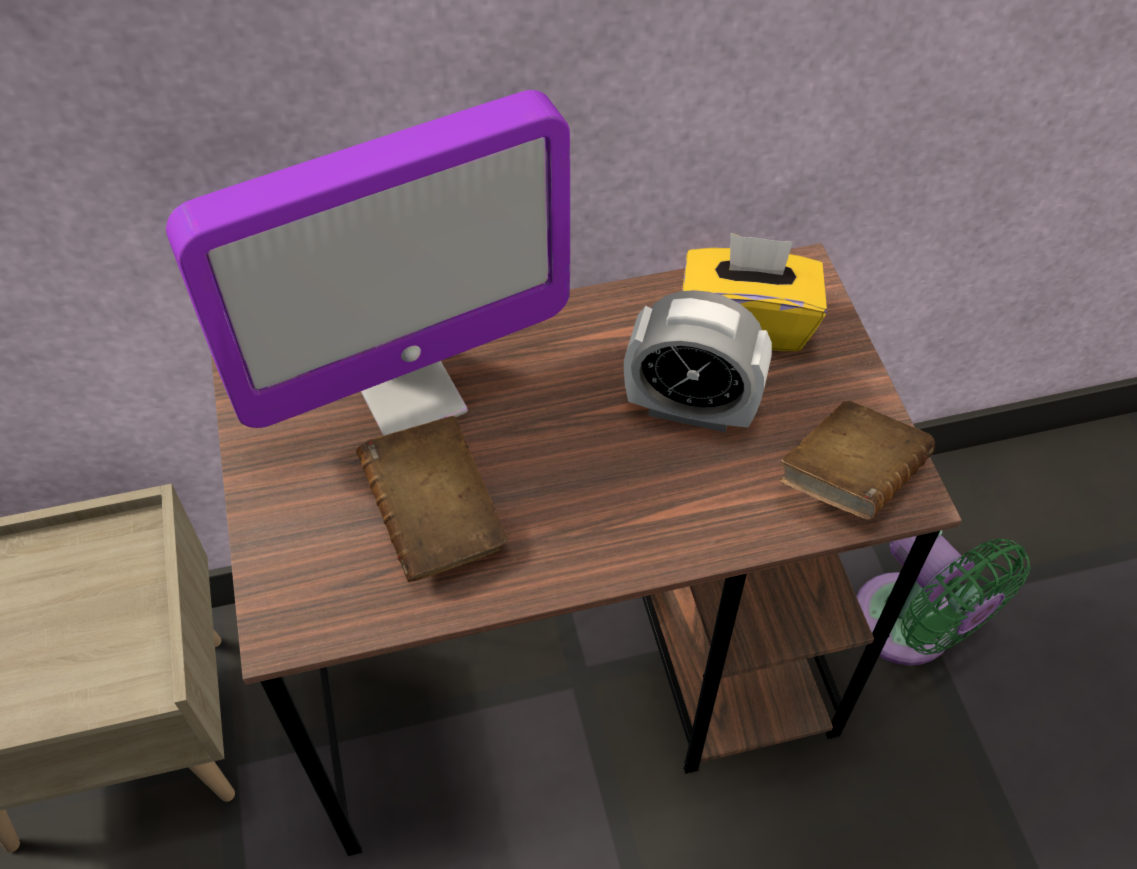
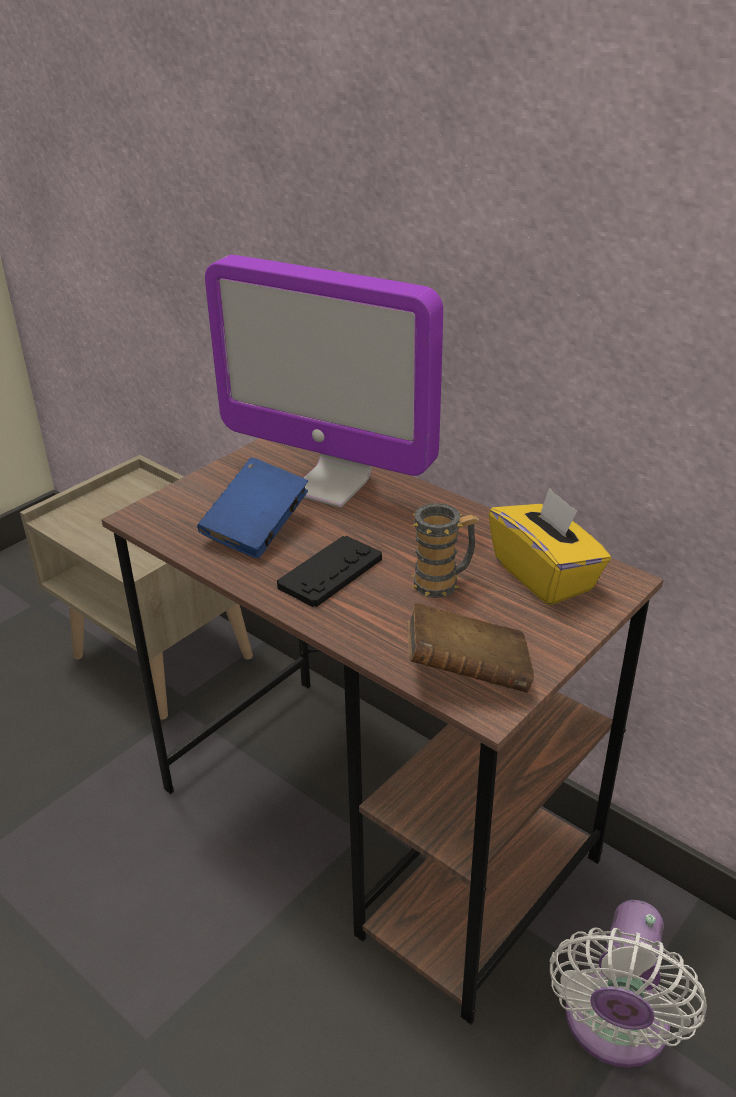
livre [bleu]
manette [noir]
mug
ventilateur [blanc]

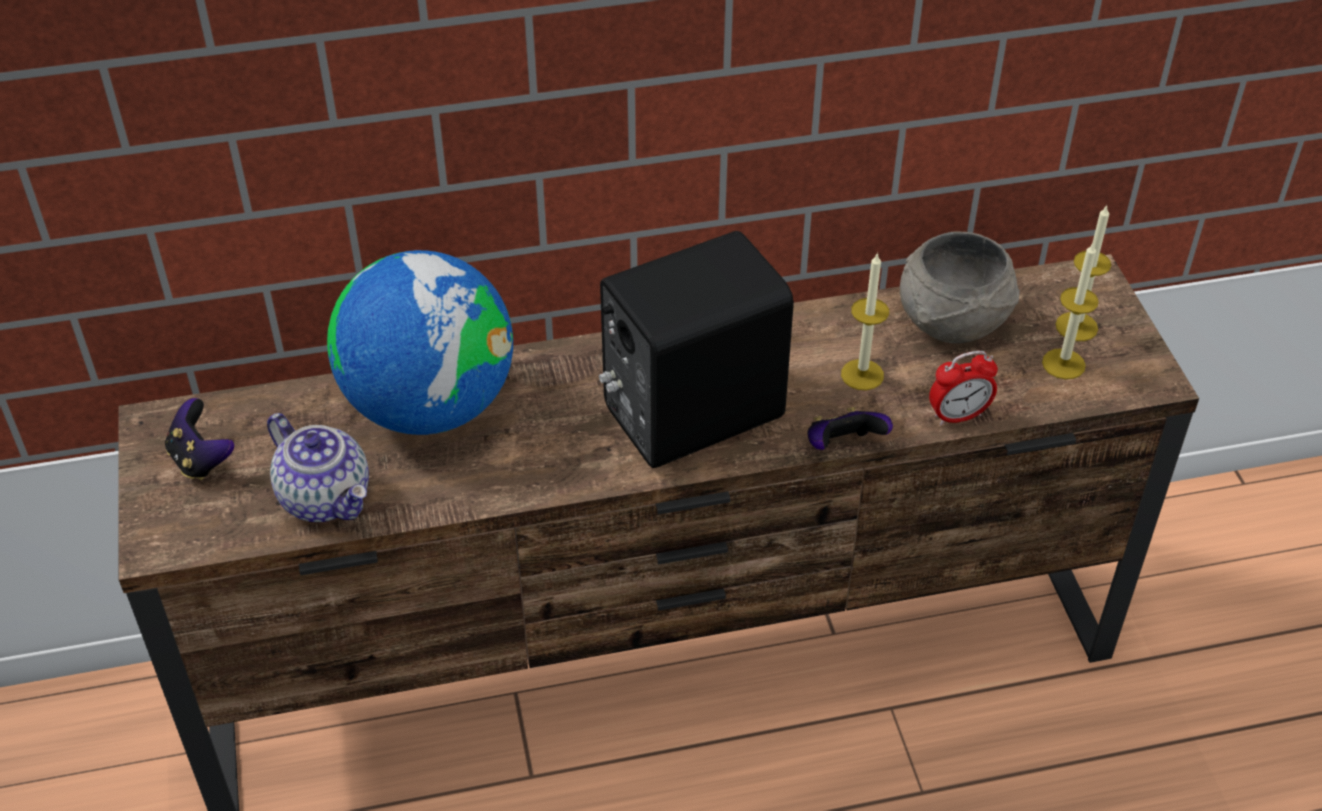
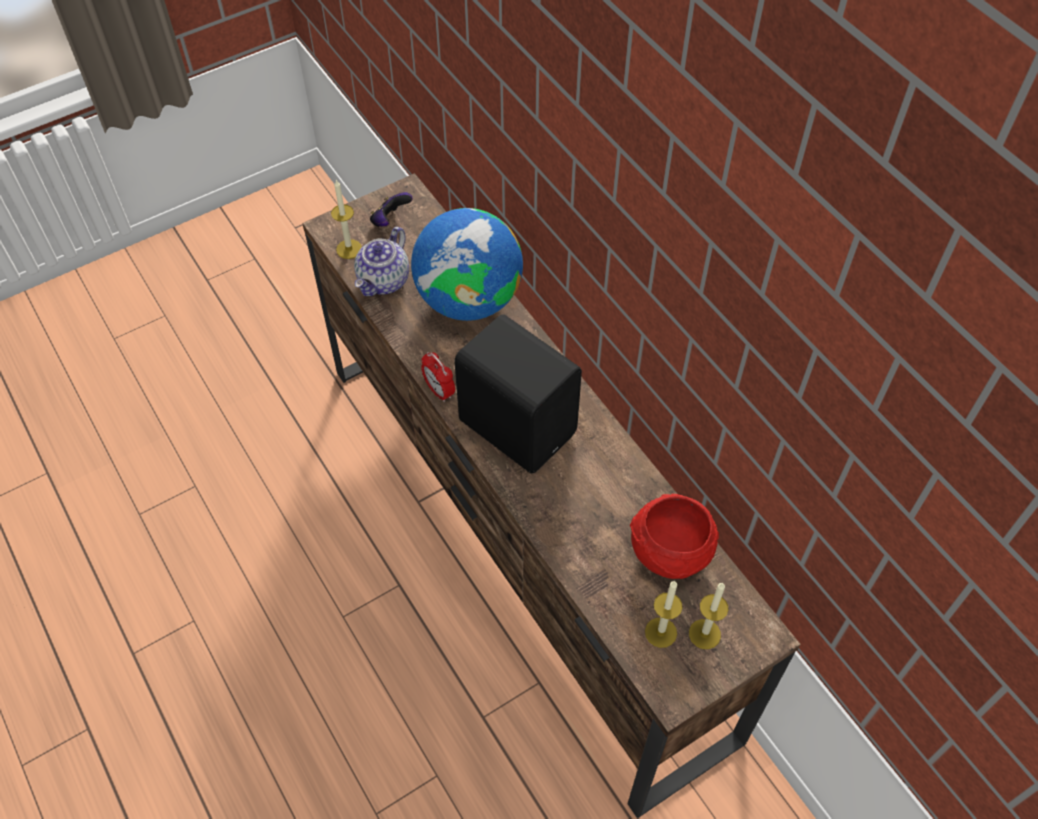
bougie (1st from left)
réveil
bol [rouge]
manette (2nd from left in the first image)

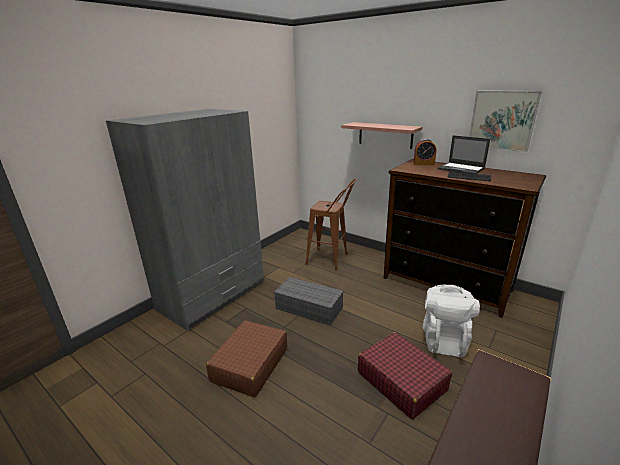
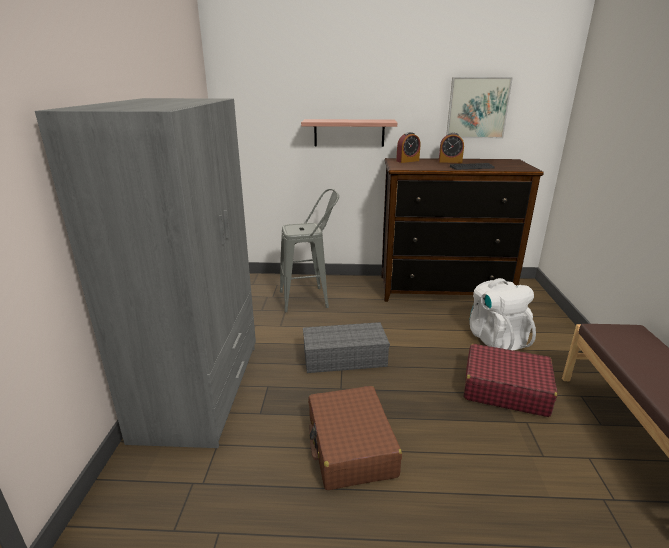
tabouret [gris]
réveil (2nd from left)

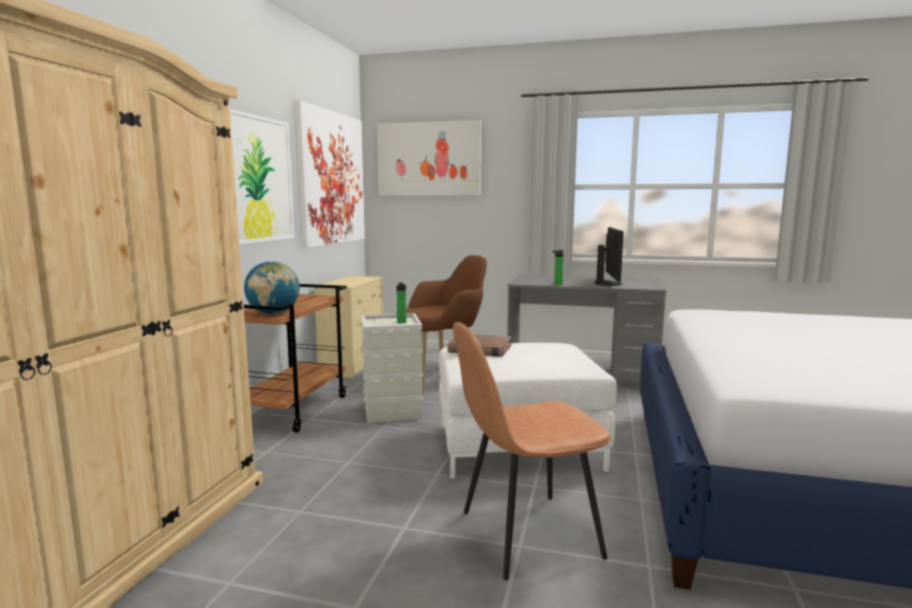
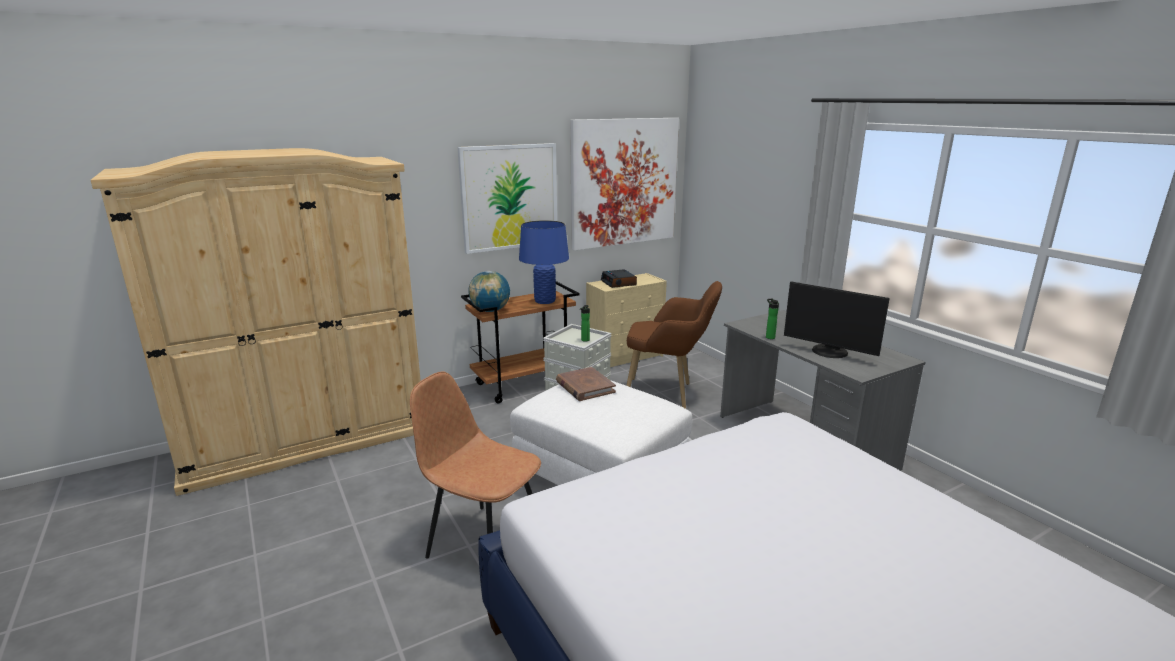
lampe de table [bleu]
réveil
écran d'ordinateur
tableau (3rd from left in the first image)

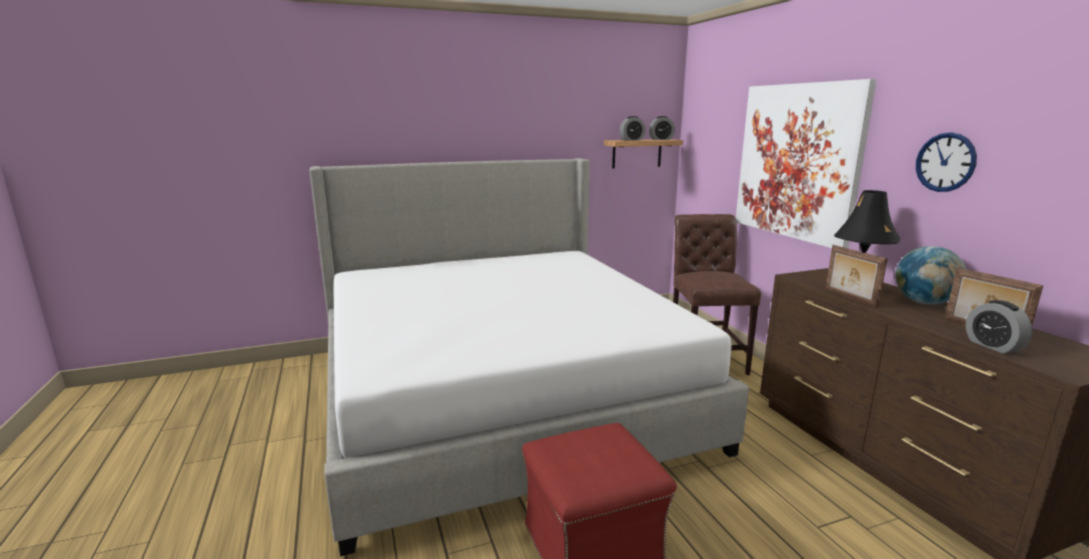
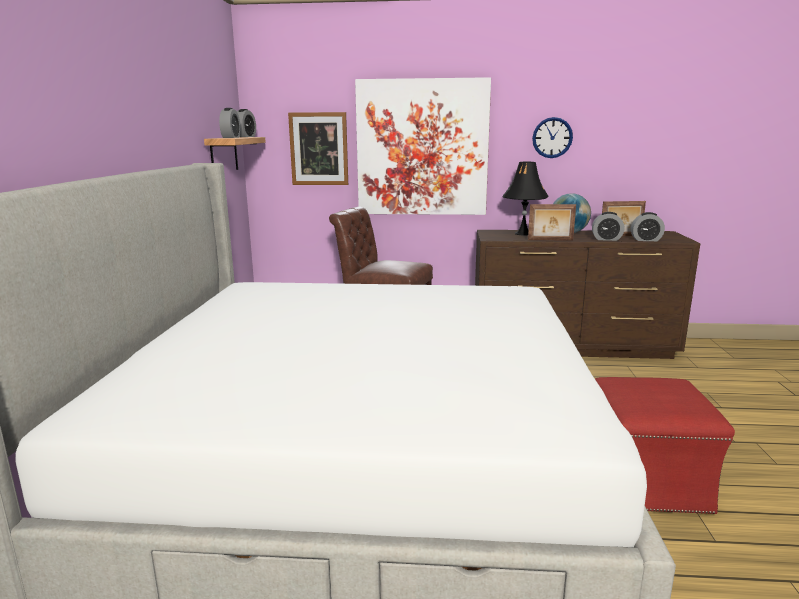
tableau (1st from left)
réveil (3rd from left)

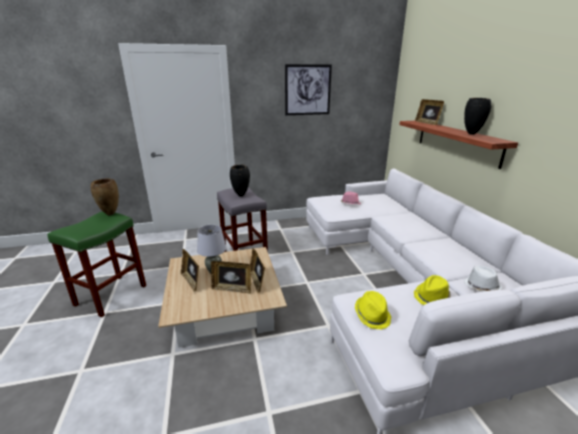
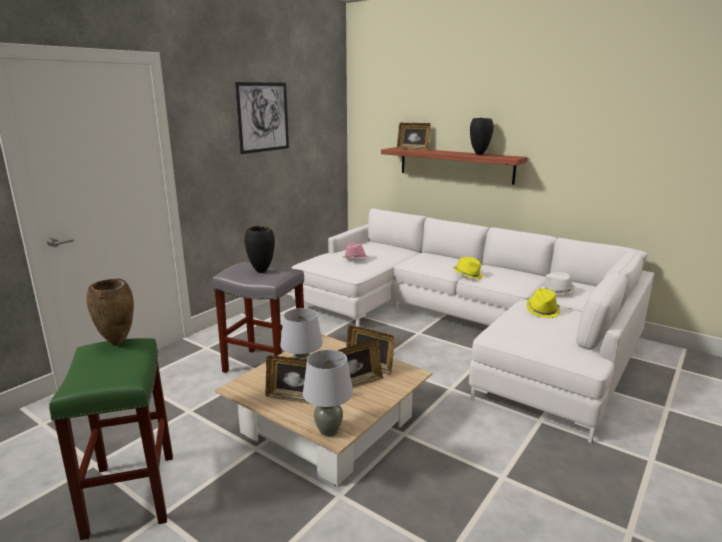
lampe de table [gris] (2nd from left)
chapeau [jaune] (1st from left)

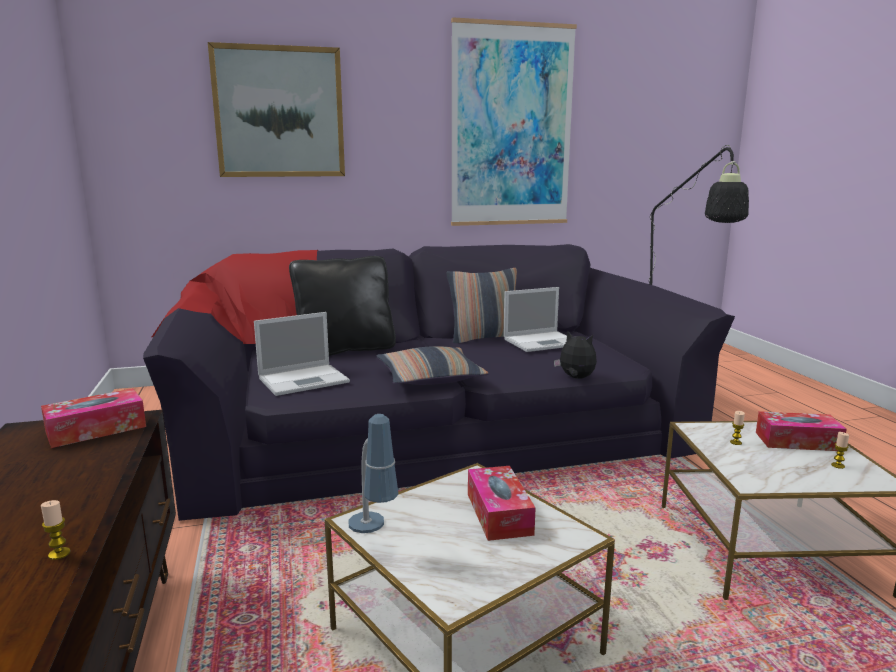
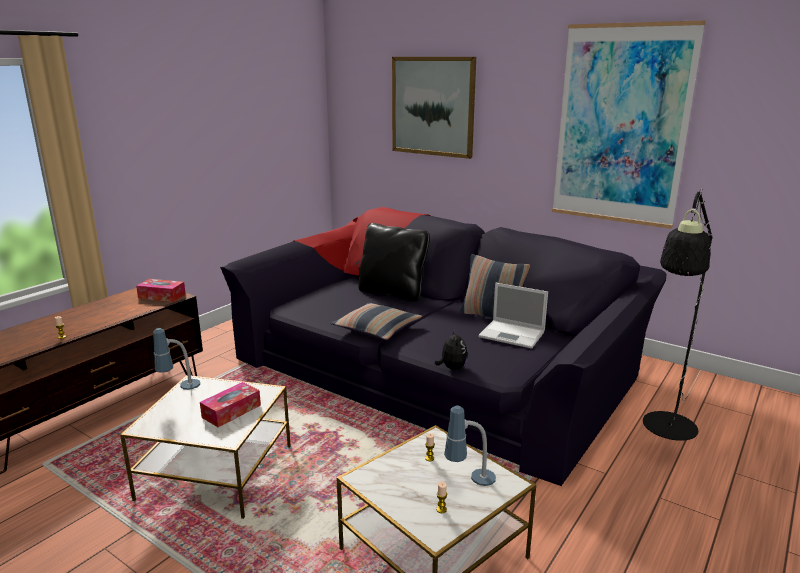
lampe de table (2nd from left)
ordinateur portable (1st from left in the first image)

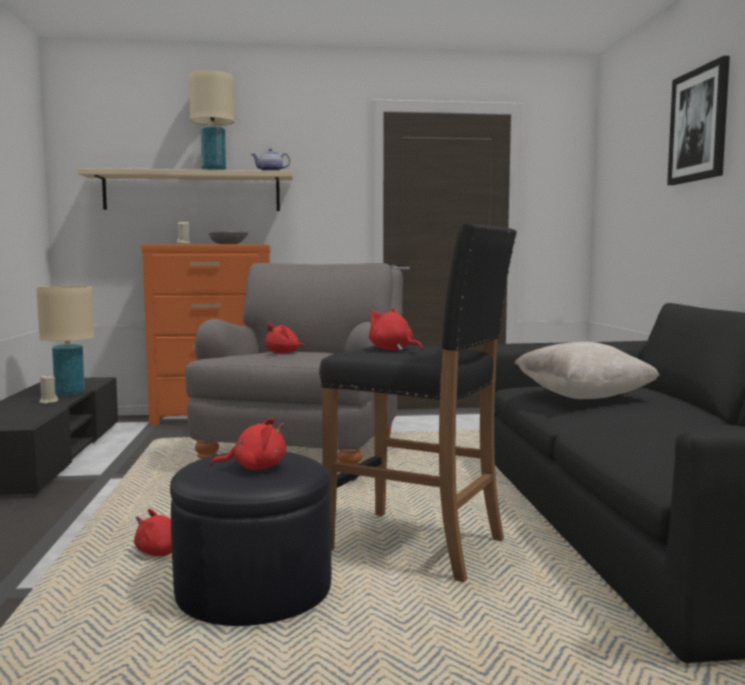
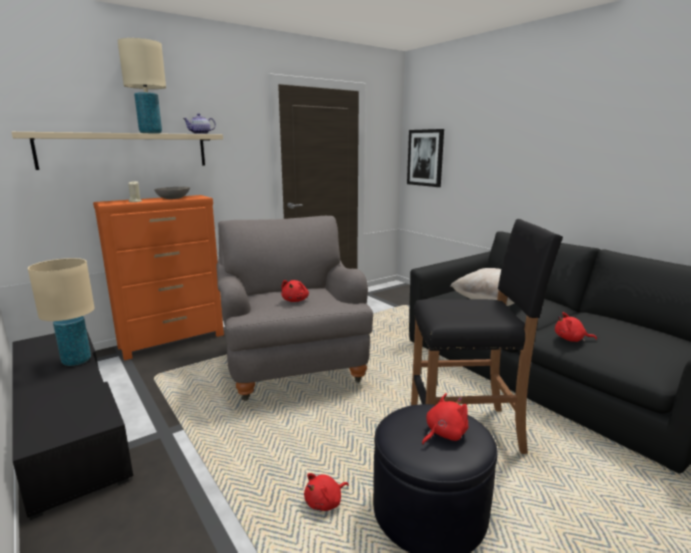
tableau
peluche [rouge] (4th from left)
bougie [beige] (1st from left in the first image)

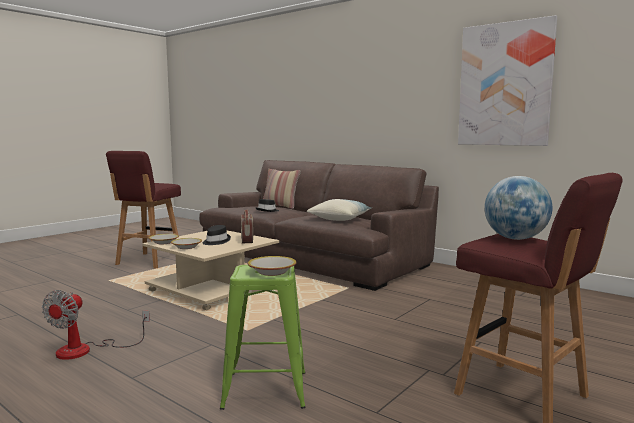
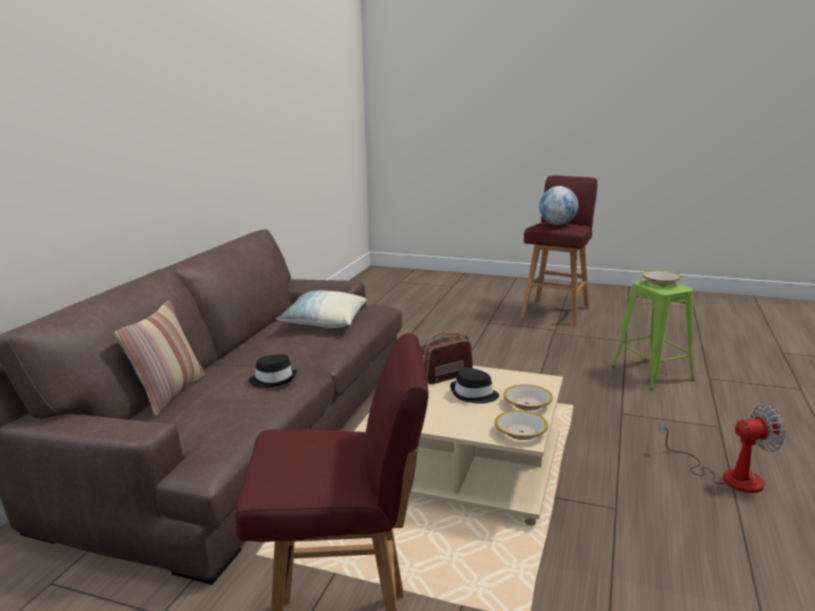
tableau

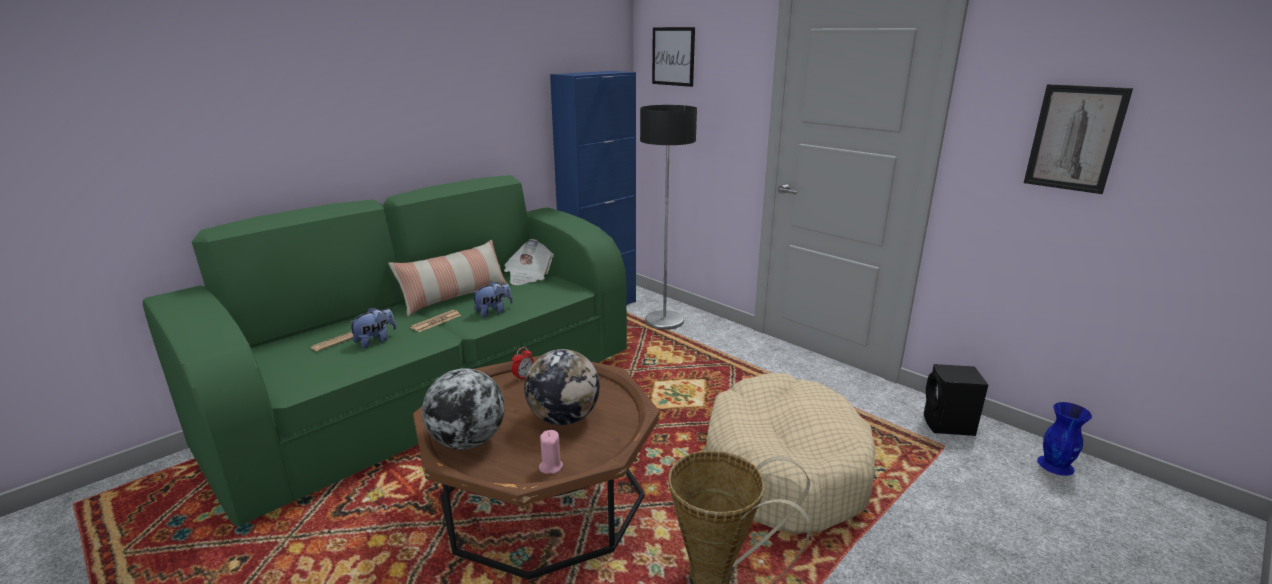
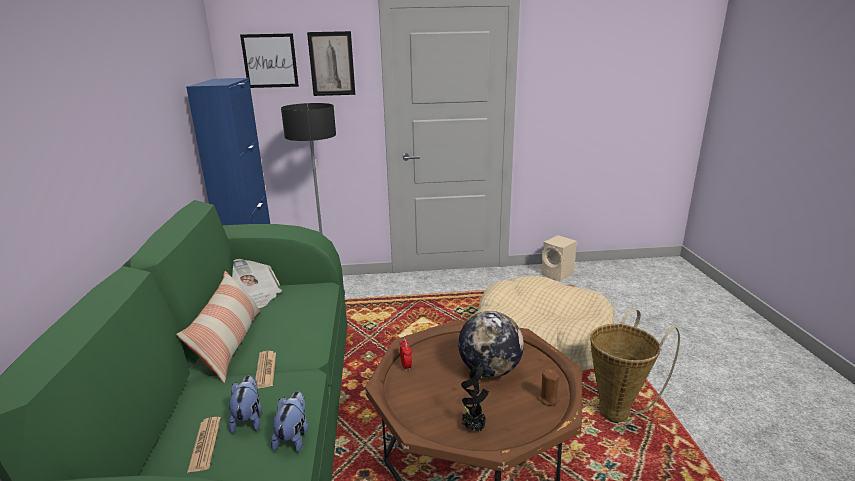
peluche (2nd from left)
tableau (2nd from left)
plante en pot
bougie [marron]
enceinte [beige]
vase [bleu]

